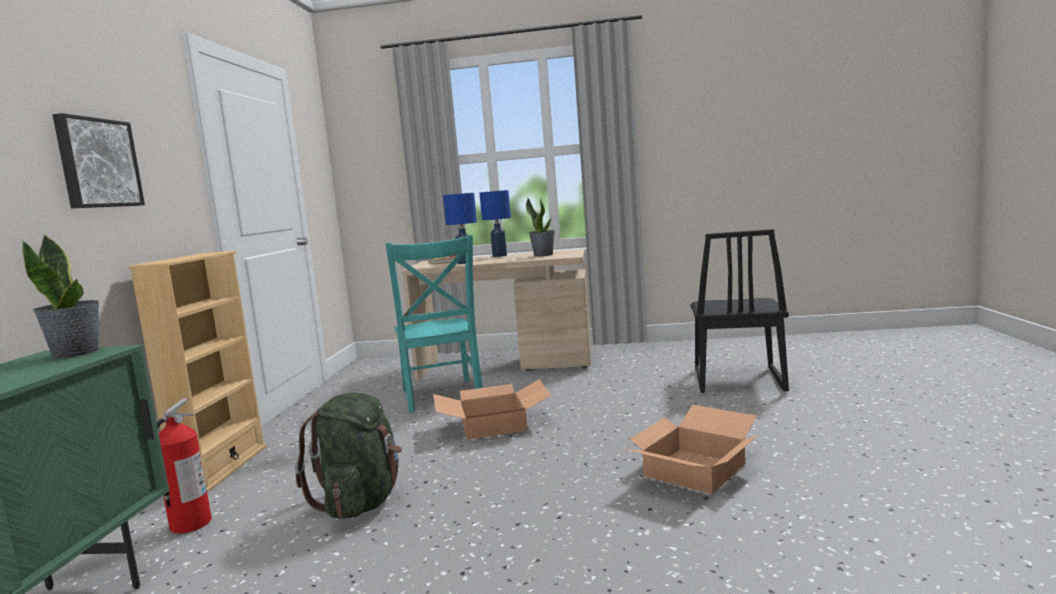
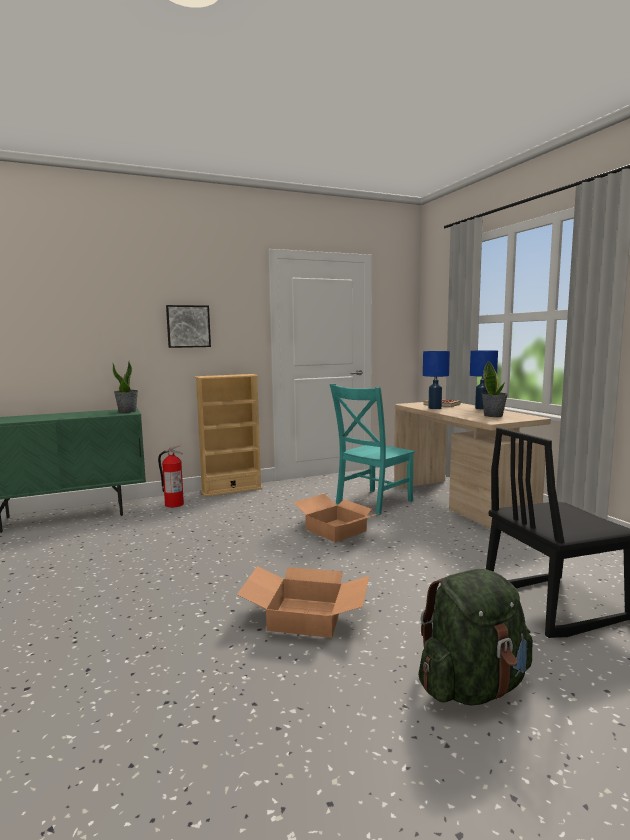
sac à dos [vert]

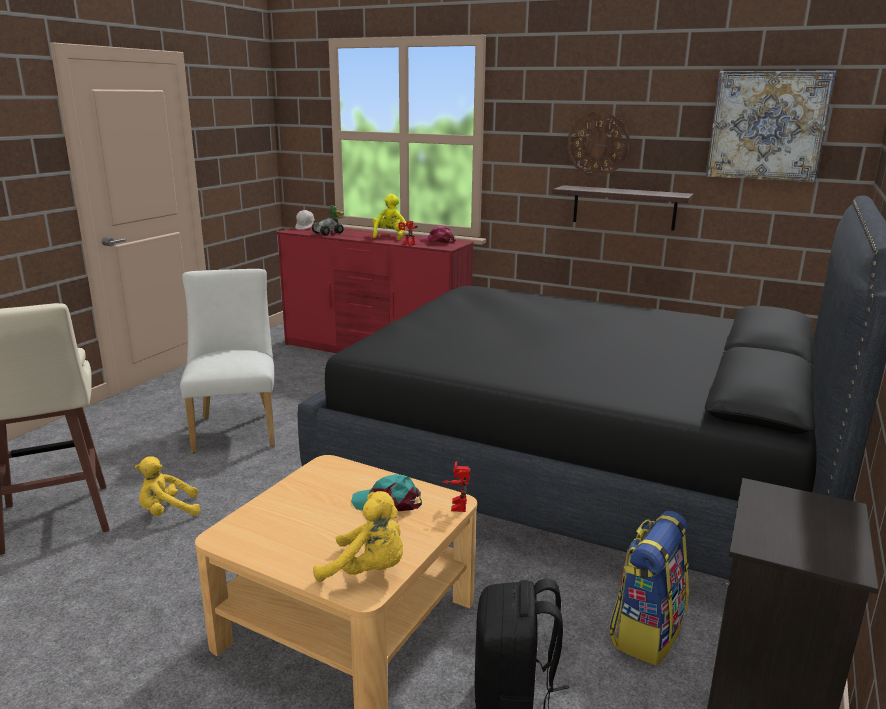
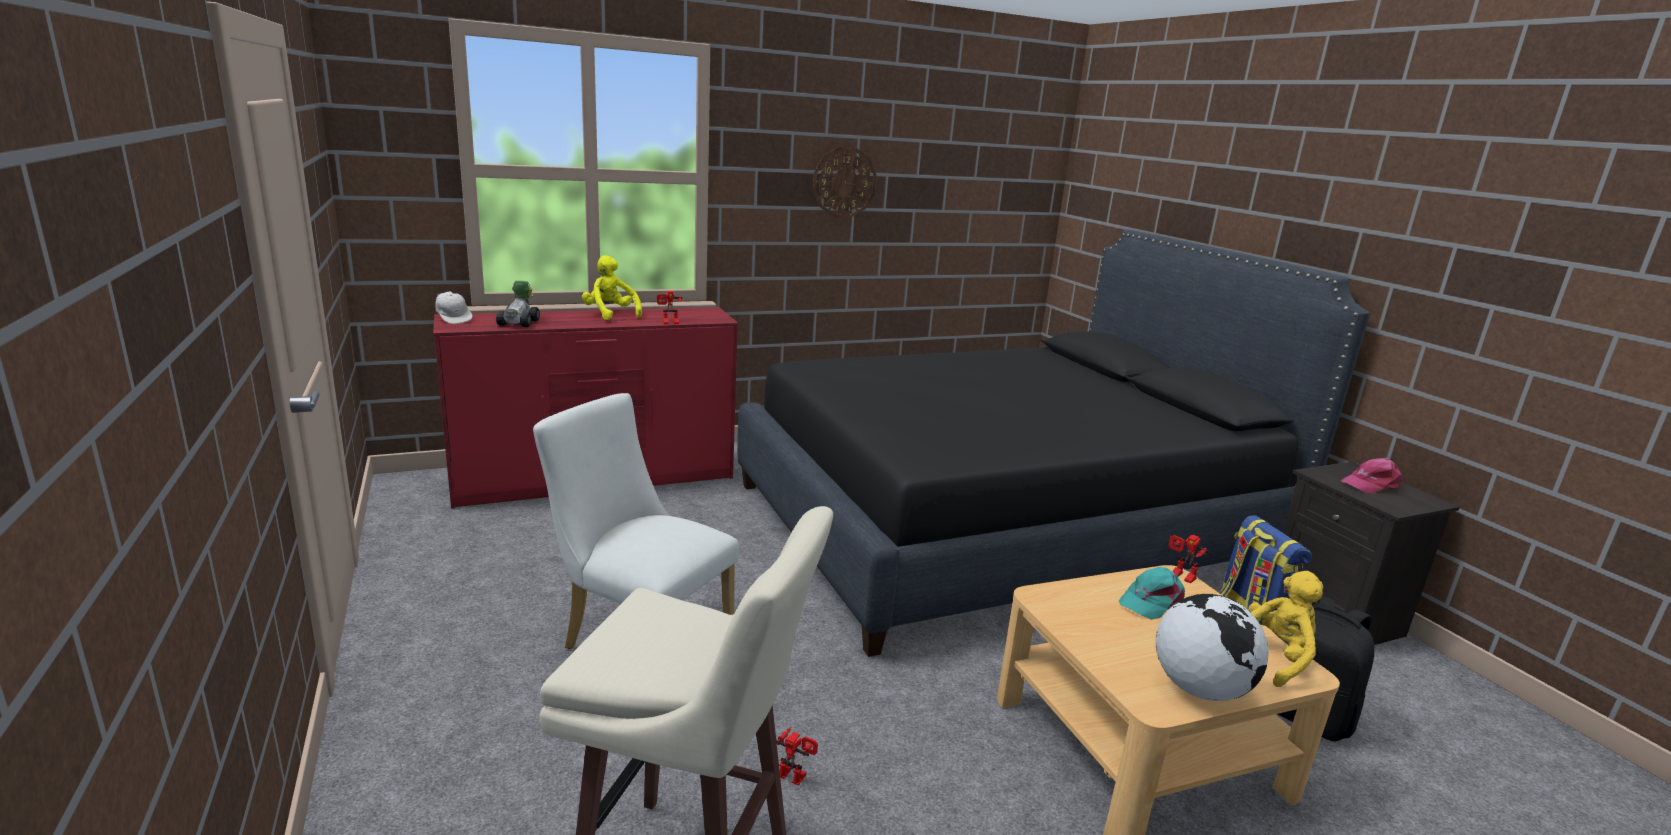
robot jouet (2nd from left)
globe
casquette [rose]
étagère
tableau

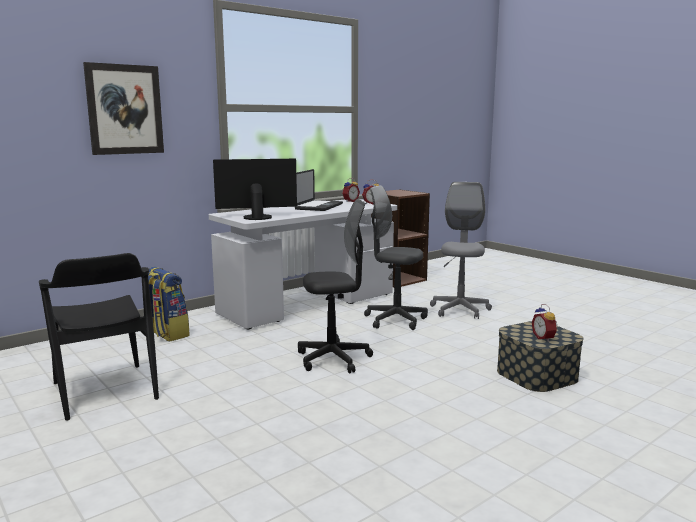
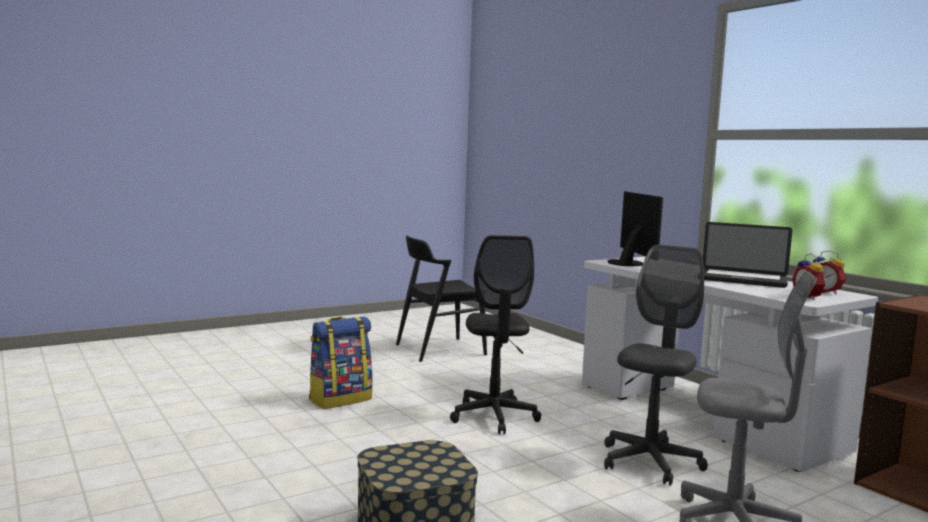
sac à dos
tableau
réveil (3rd from left in the first image)

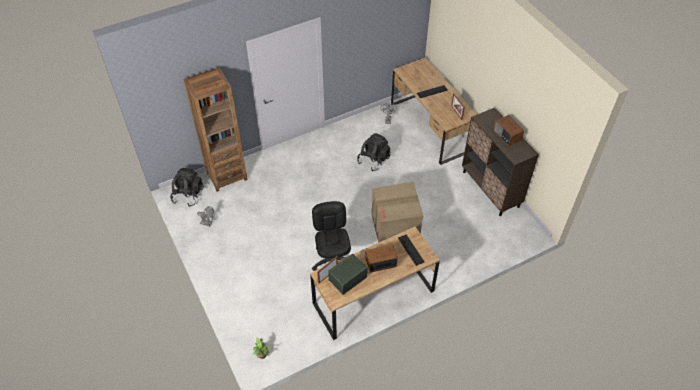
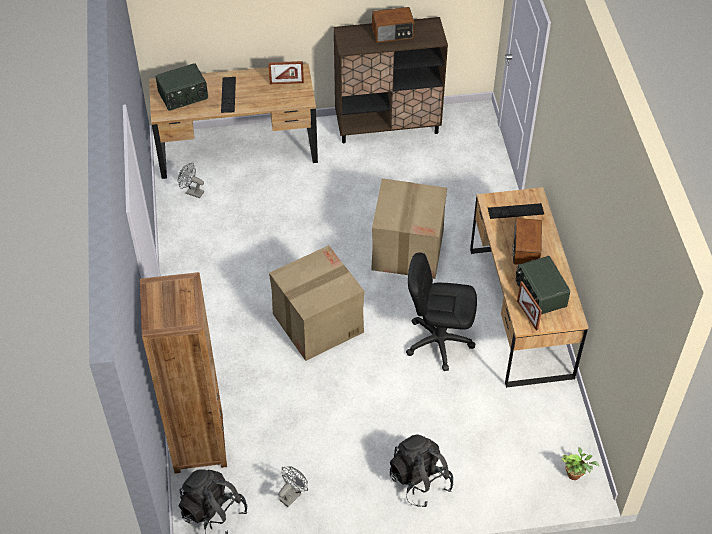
radio (1st from left)
carton (1st from left)
sac à dos [noir] (2nd from left)

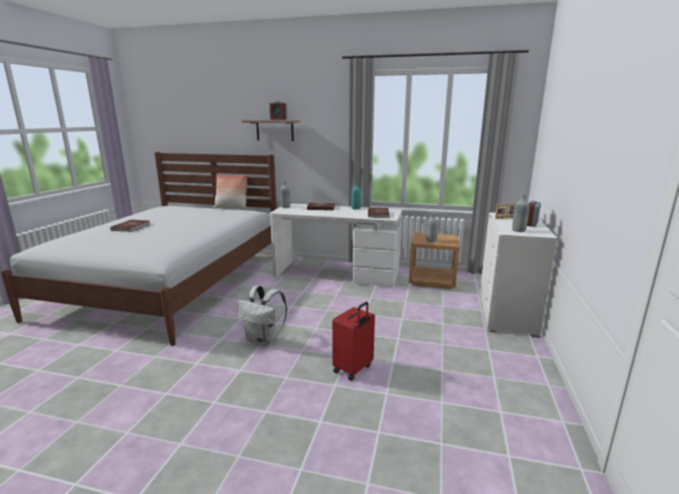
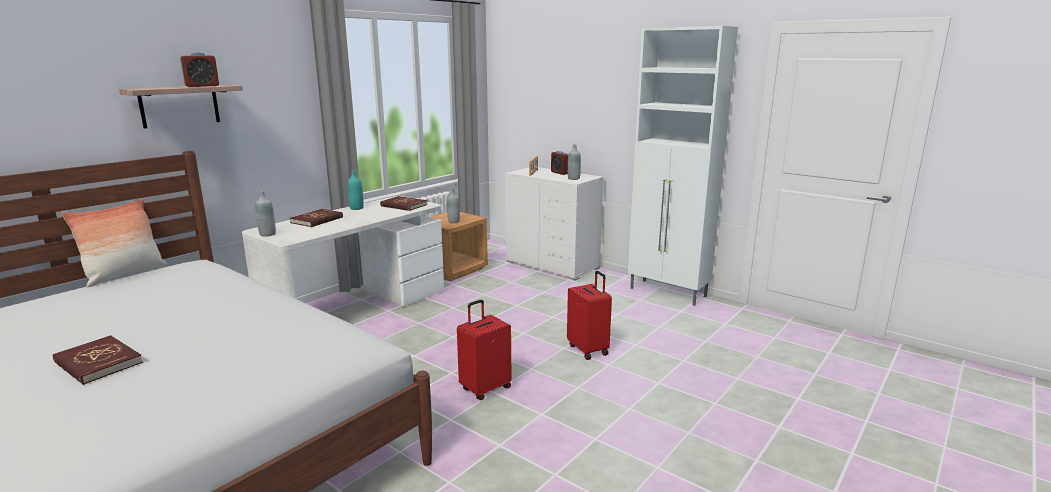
valise [rouge] (1st from left)
meuble de rangement [blanc]

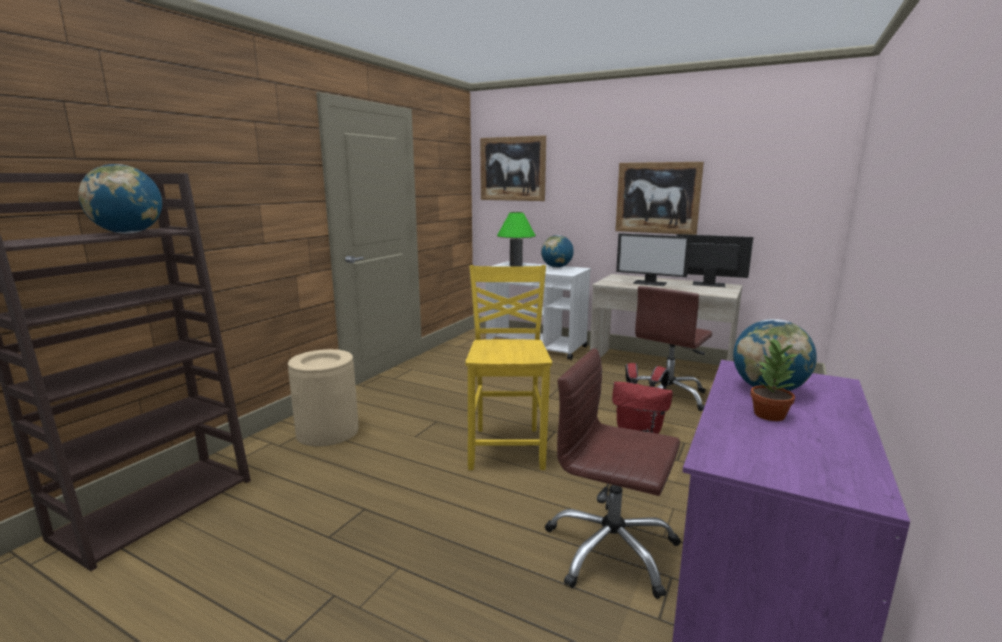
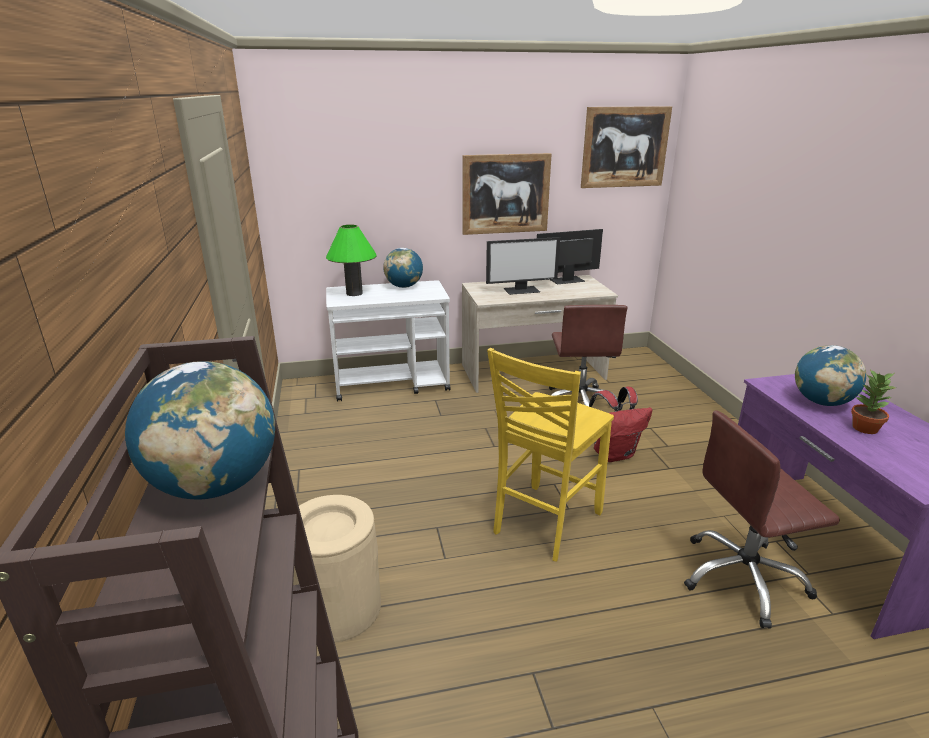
chaise [jaune]
tableau (2nd from left)

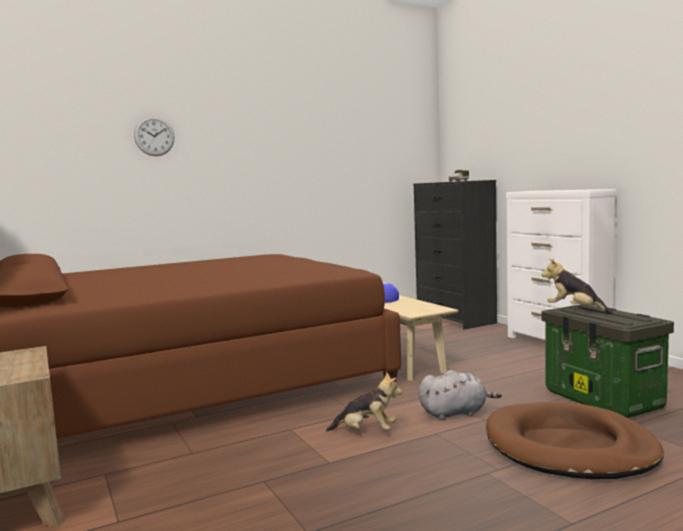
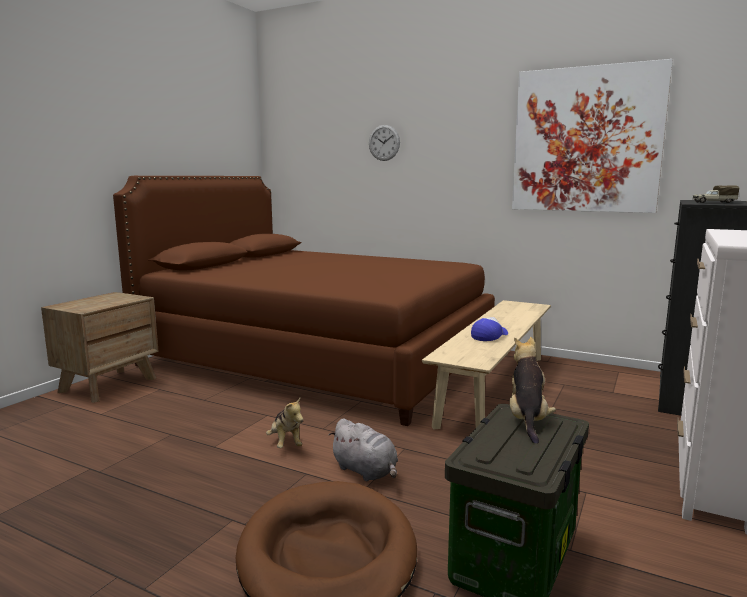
tableau

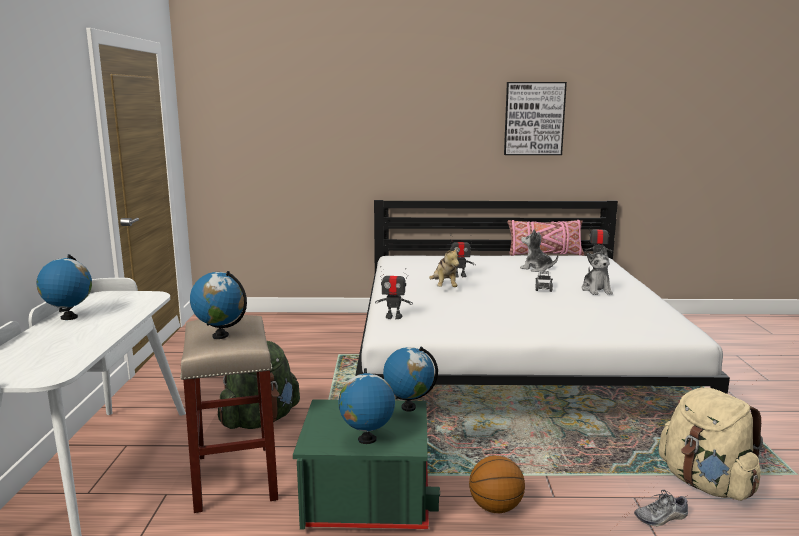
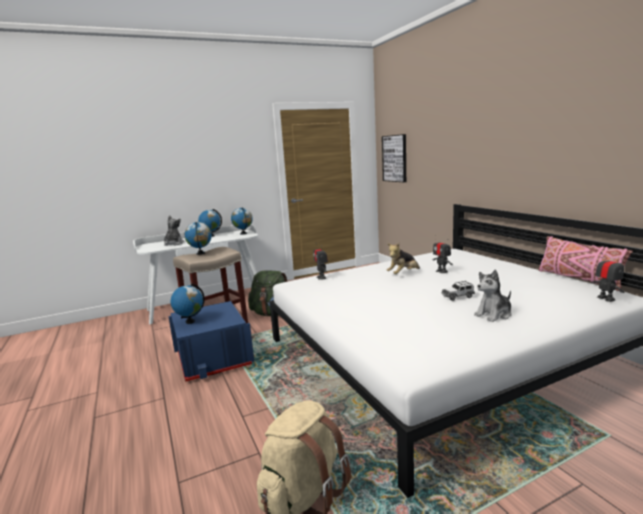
peluche (1st from left)
boîte de rangement [bleu]
globe (4th from left)
tableau
ballon de basket
chaussure

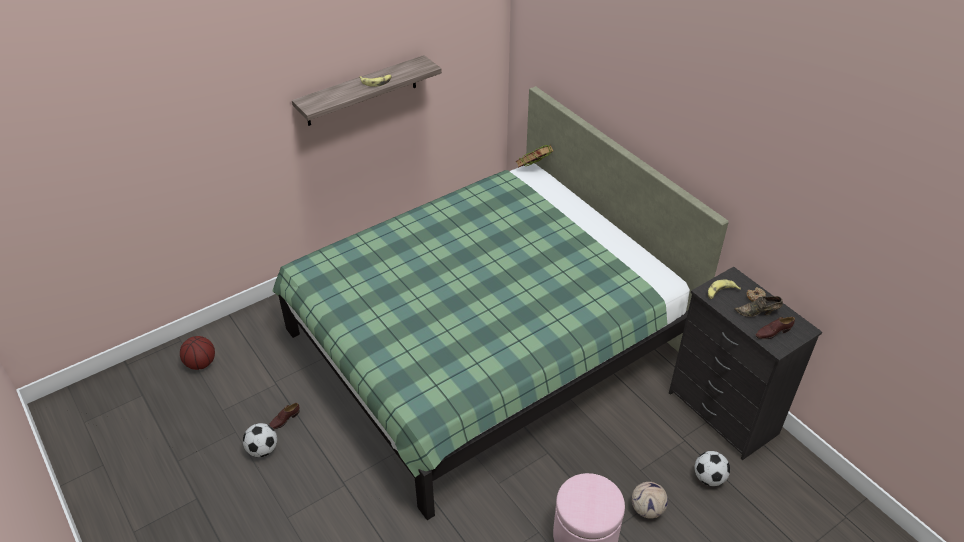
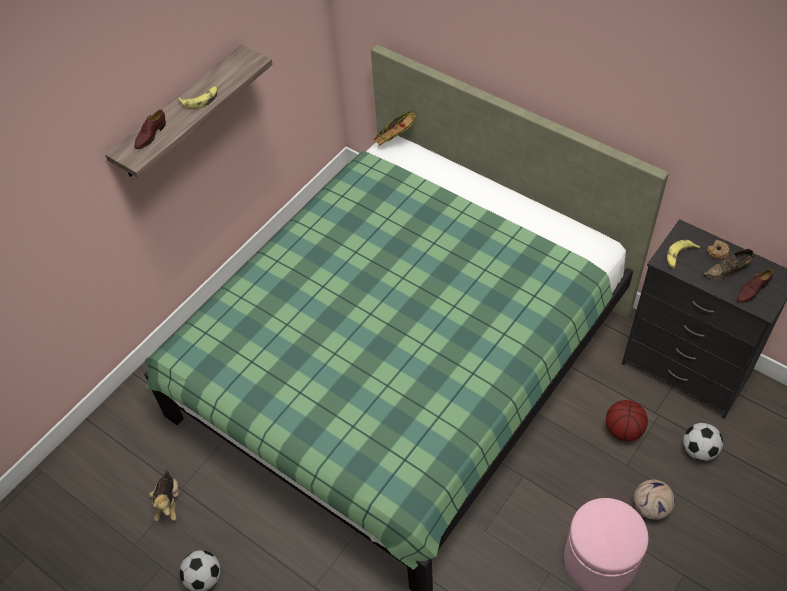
chaussure [marron] (1st from left)
peluche
ballon de basket

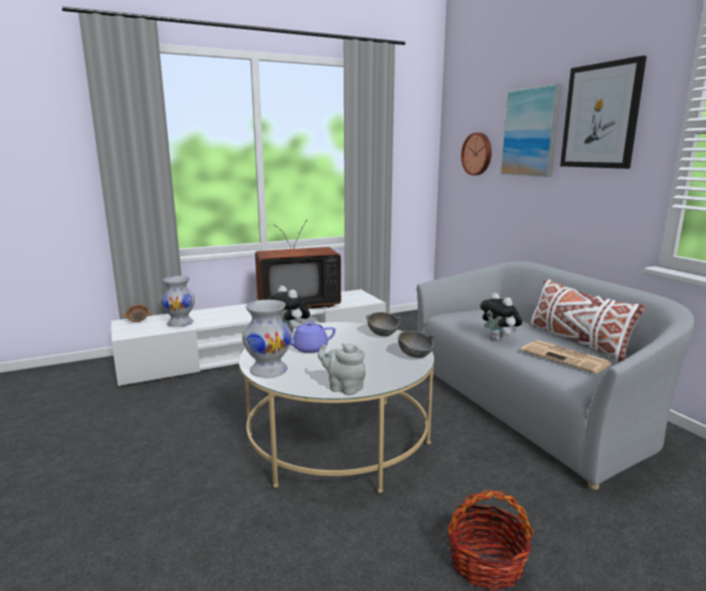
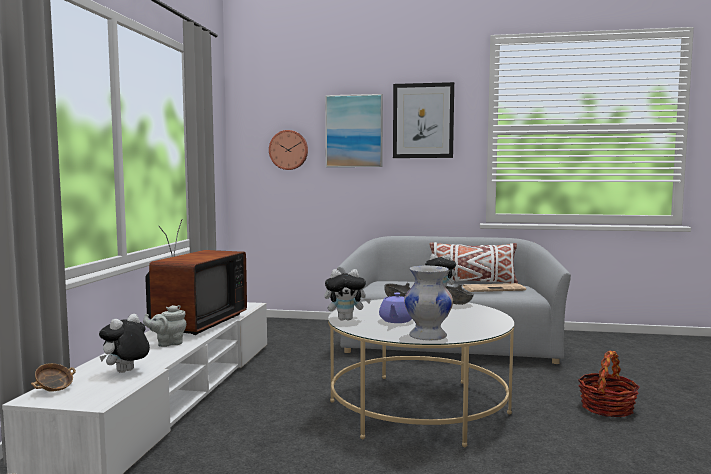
peluche (1st from left)
théière [gris]

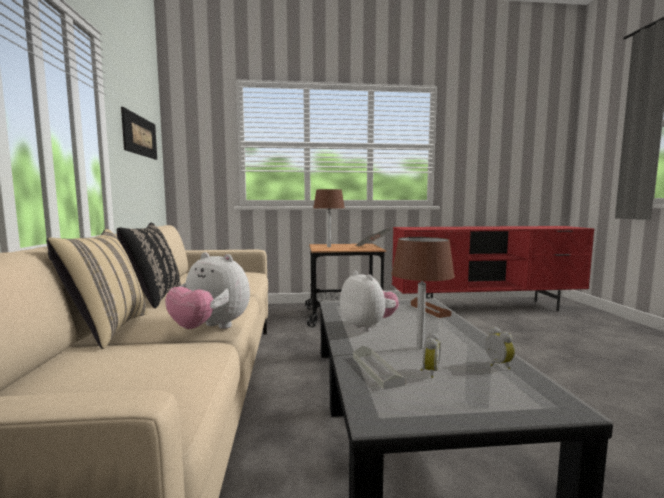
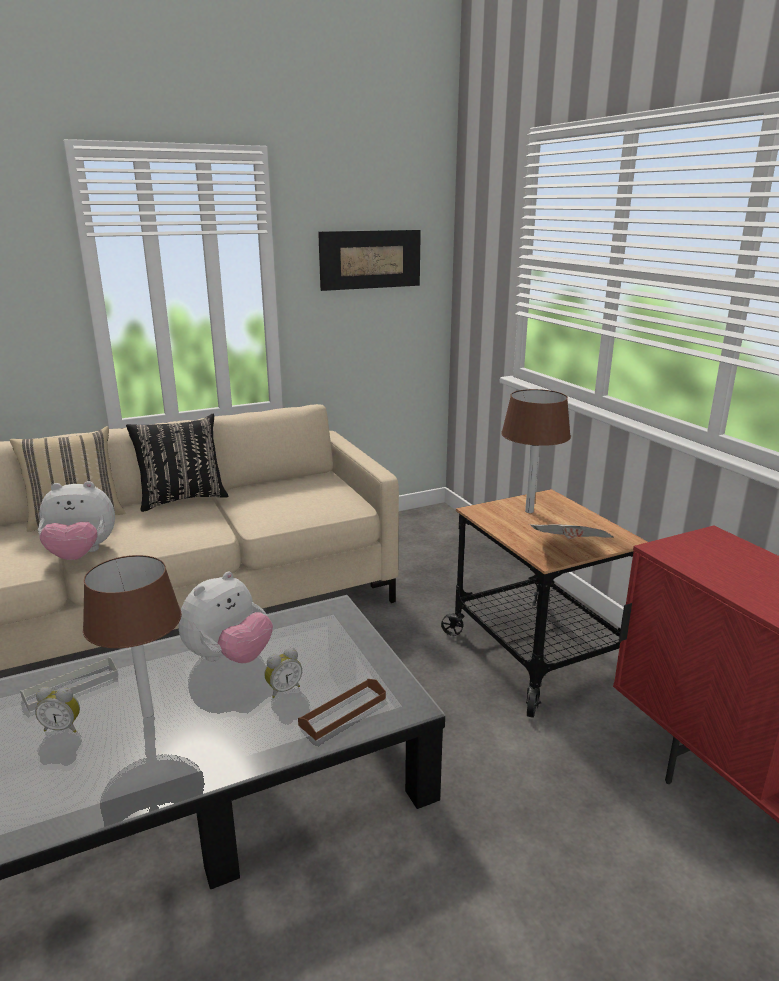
peluche (1st from left)
réveil (2nd from left)

